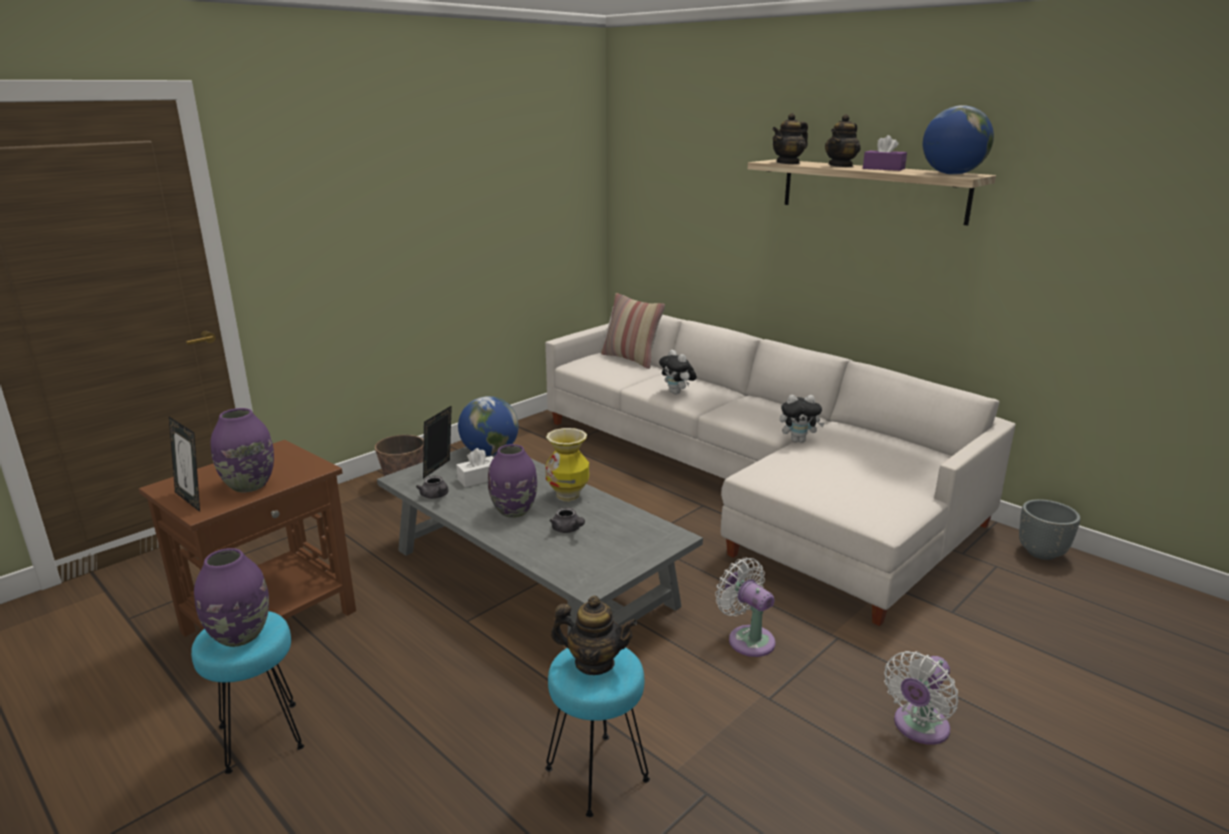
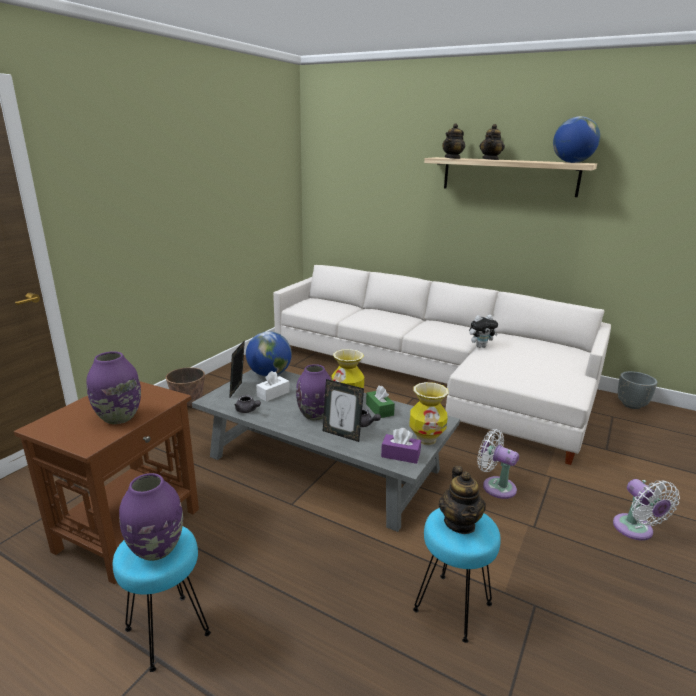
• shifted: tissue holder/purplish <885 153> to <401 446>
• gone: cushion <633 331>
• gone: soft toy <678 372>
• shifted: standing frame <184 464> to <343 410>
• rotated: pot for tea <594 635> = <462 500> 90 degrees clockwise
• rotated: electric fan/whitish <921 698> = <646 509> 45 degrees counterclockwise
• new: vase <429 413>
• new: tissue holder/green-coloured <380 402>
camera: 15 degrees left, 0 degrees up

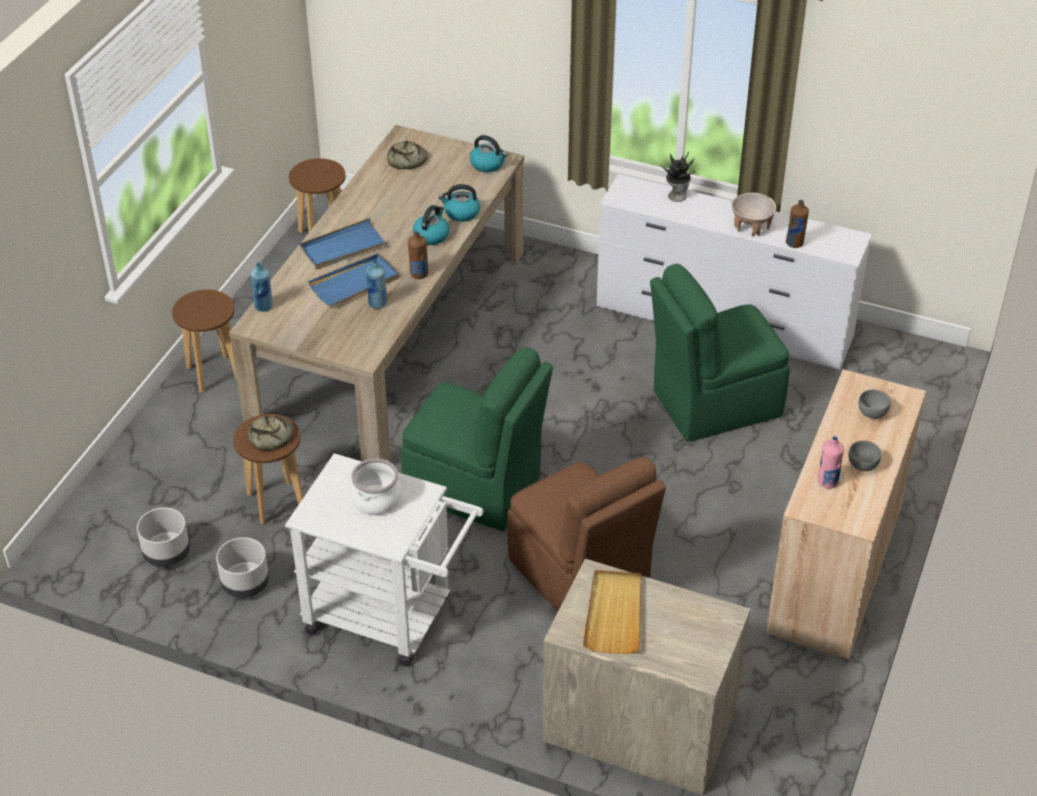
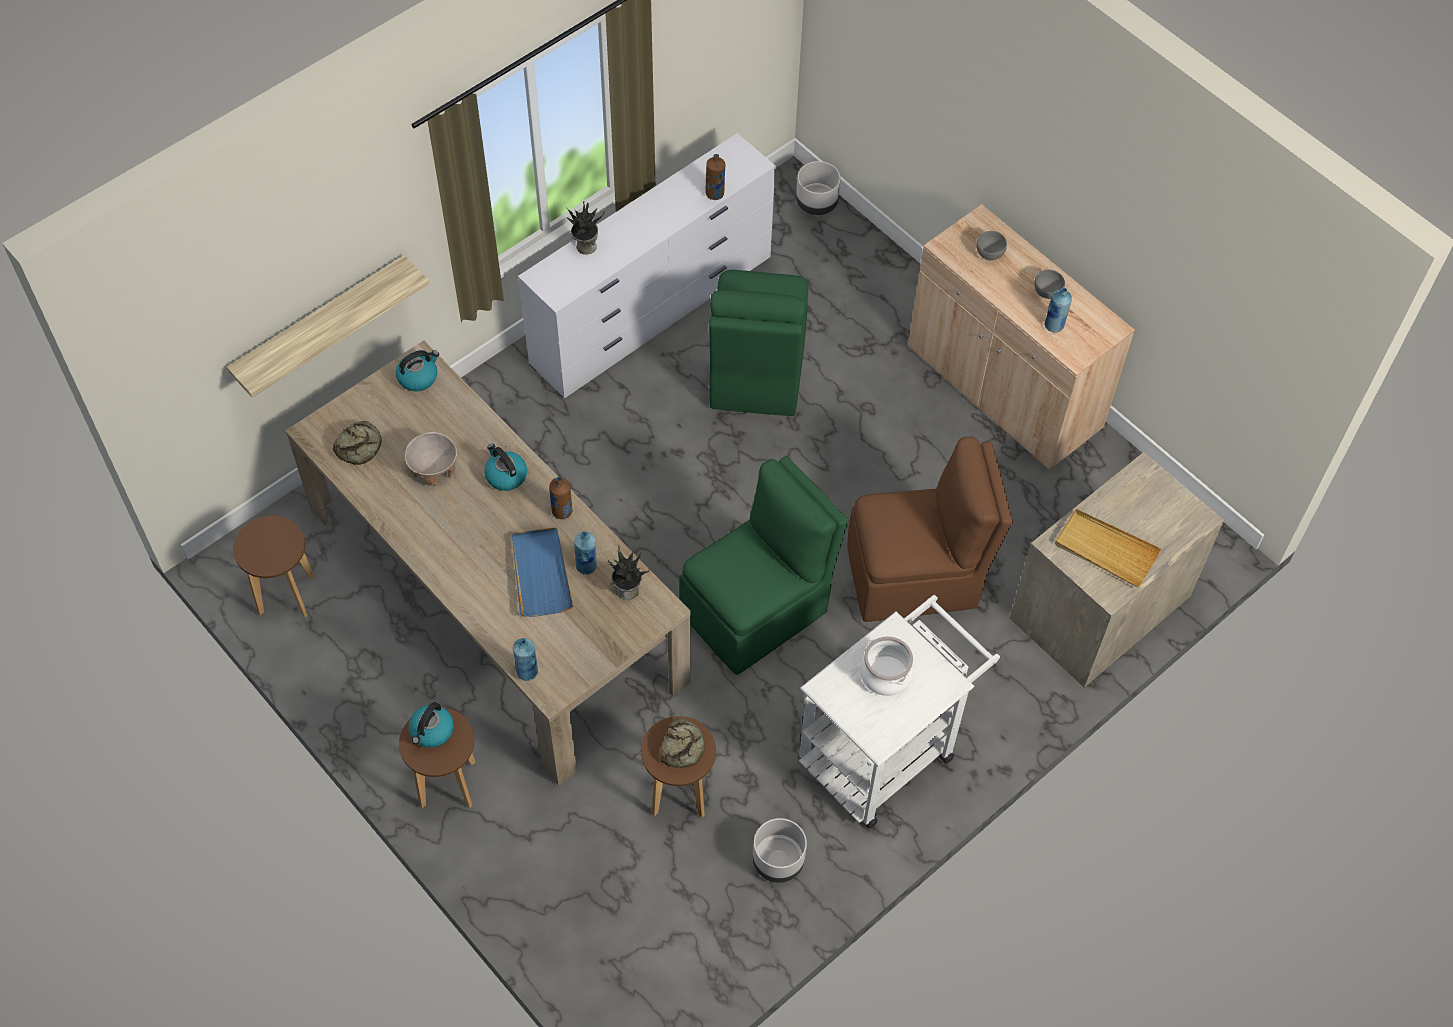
• shifted: tea kettle <459 203> to <431 725>
• shifted: serving bowl/sand-coloured <753 214> to <431 459>
• gone: tray/blue-coloured <344 243>
• repainted: beverage bottle/pink-coloured <831 462> to beverage bottle/blue-coloured <1058 310>
• shifted: planter/greyish <163 537> to <818 188>
• new: bracket shelf <328 326>
• new: plant in a pot <629 572>
camera: 65 degrees left, 15 degrees up

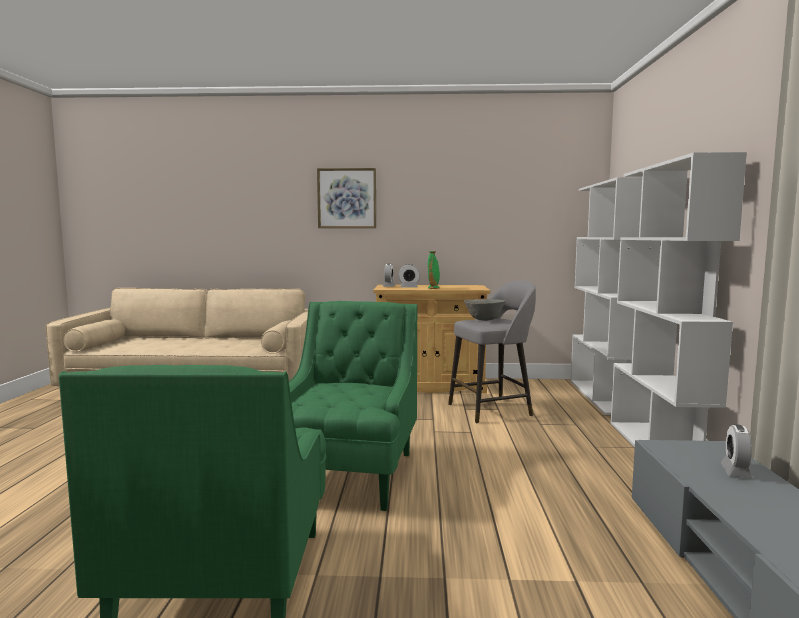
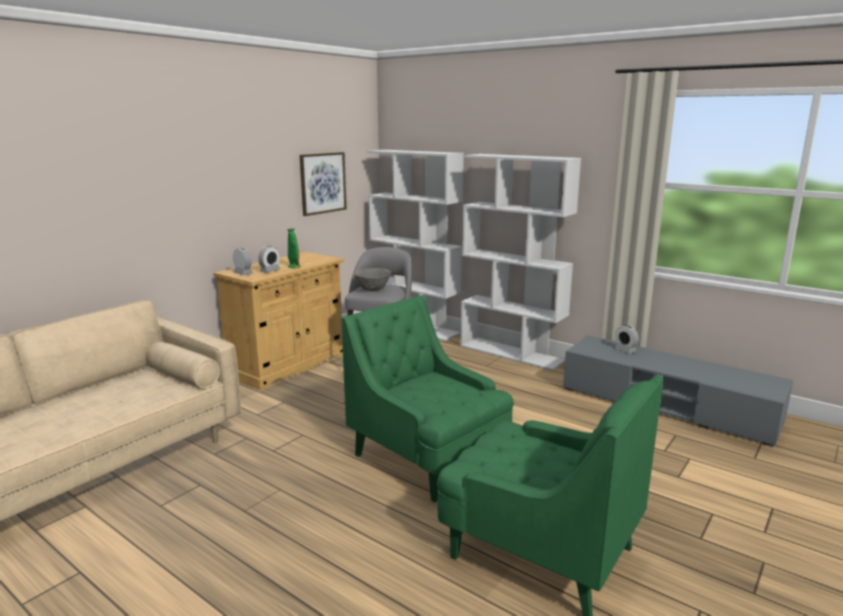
• shifted: wall art <346 198> to <323 184>
camera: 55 degrees left, 10 degrees up

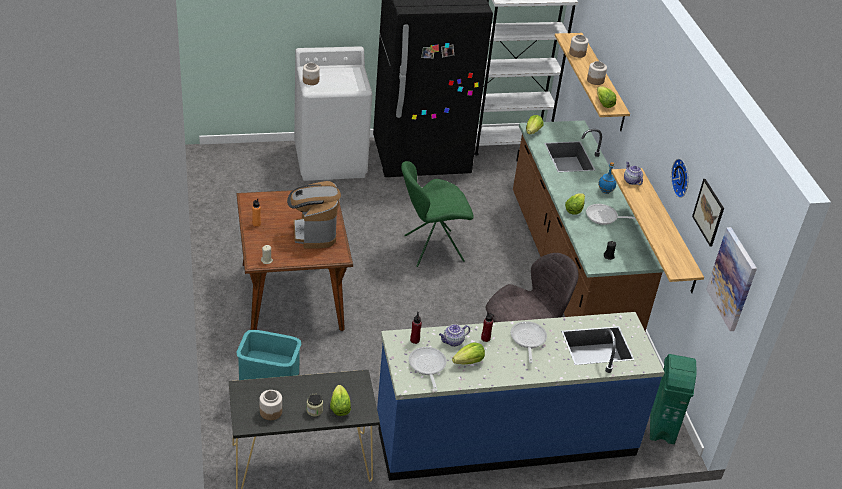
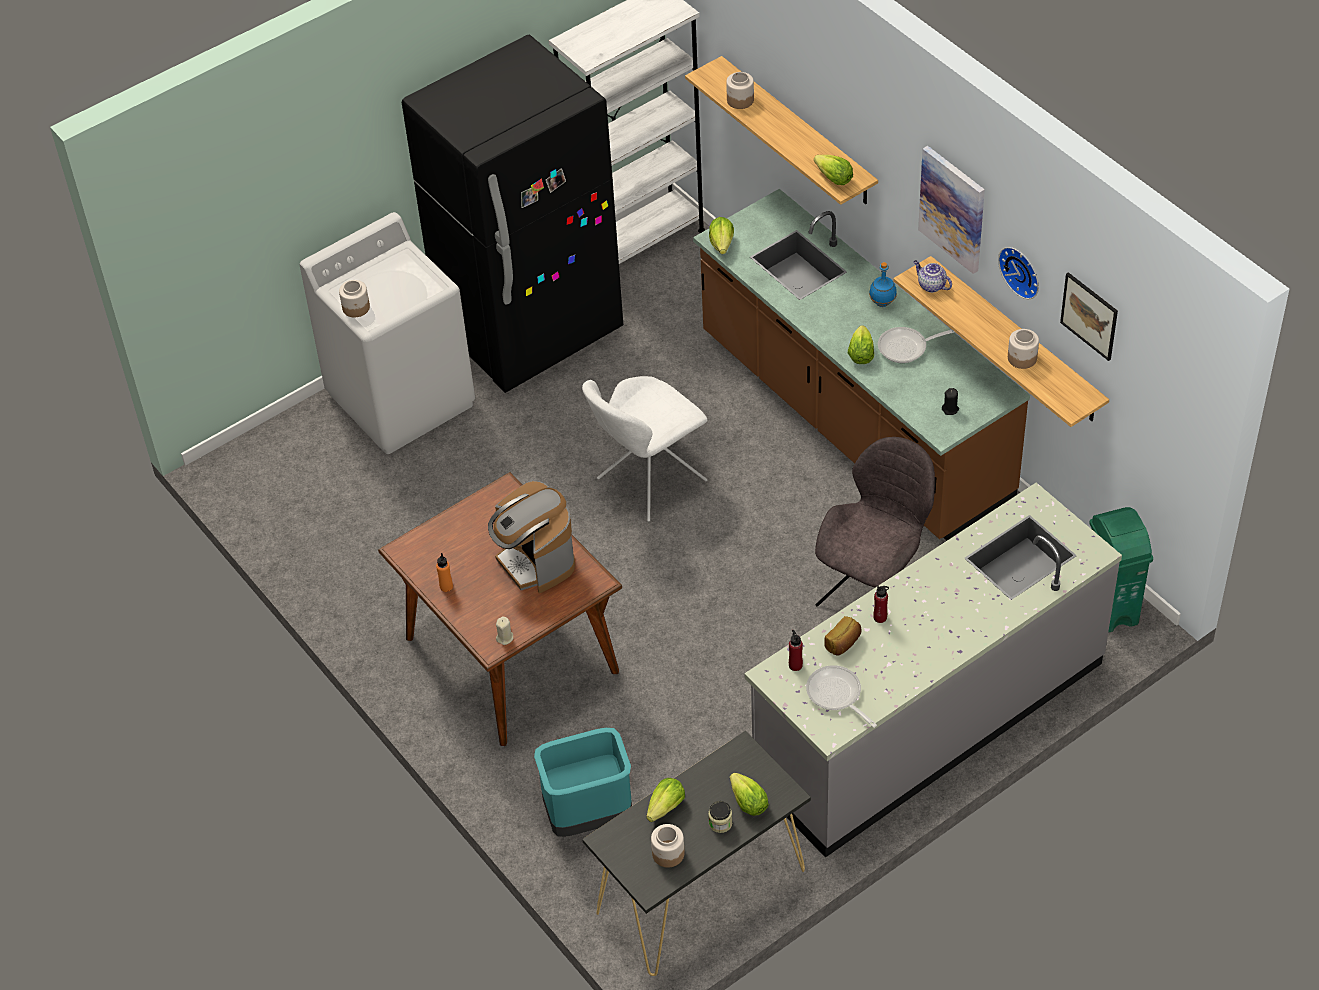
• shifted: jar <597 73> to <1023 349>
• repainted: upright chair/green-coloured <437 214> to upright chair/whitish <644 449>
• shifted: wall art <731 279> to <951 210>
• repainted: counter/blue-coloured <521 396> to counter/greyish <933 670>
• gone: frying pan <529 342>
• swapped: pot for tea <454 335> to baked bread <843 636>
• shifted: lettuce <468 353> to <665 800>
camera: 20 degrees left, 10 degrees up

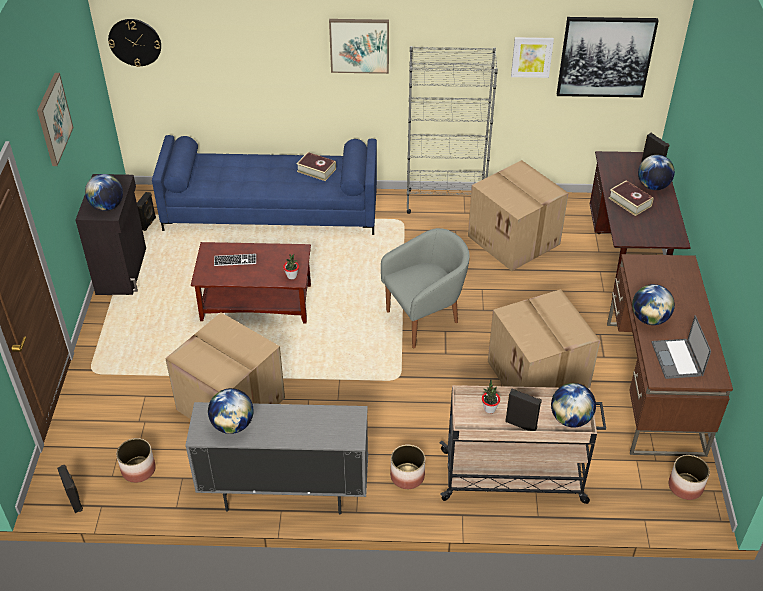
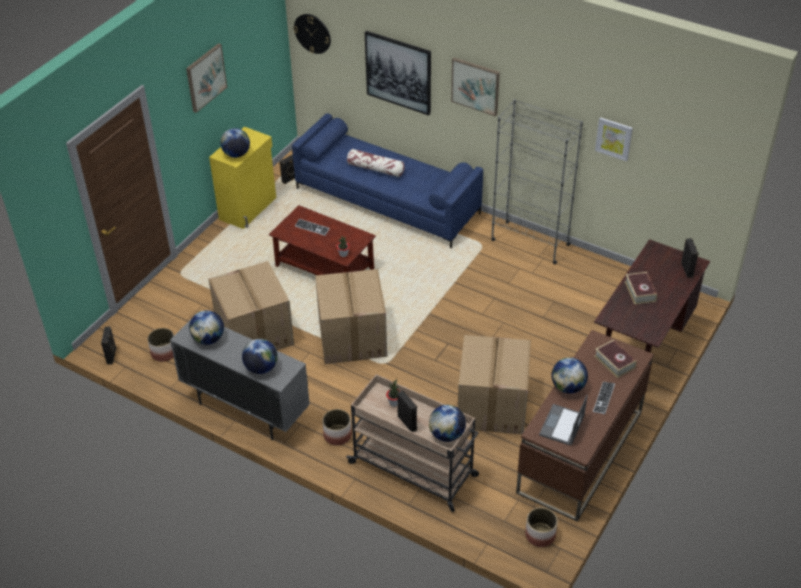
• shifted: wall art <608 57> to <398 73>
• shifted: bound book <316 166> to <615 359>
• shifted: desk globe <656 172> to <260 356>
• shifted: carton <518 215> to <351 316>
• repainted: cabinet/blackish <110 234> to cabinet/yellow <242 178>
• gone: easy chair/greyish <425 288>
• new: cushion <376 163>
• new: computer keyboard <604 398>
camera: 30 degrees right, 0 degrees up

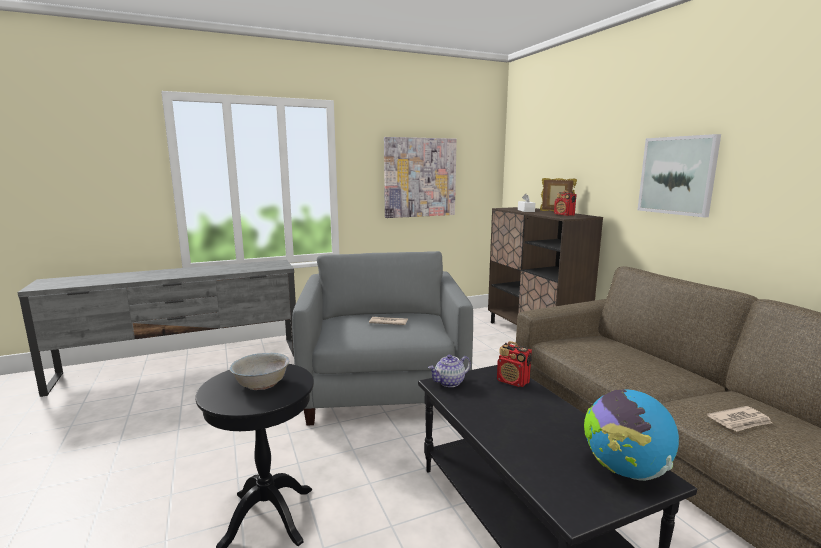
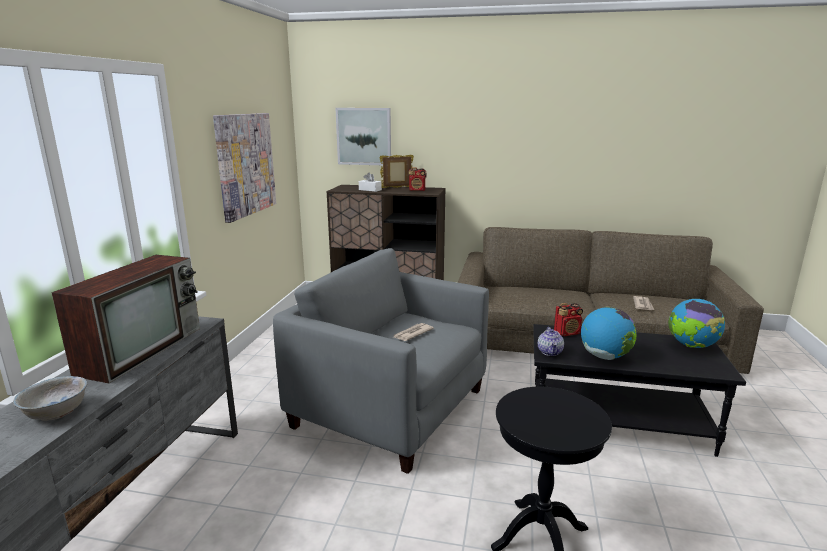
• shifted: wall art <679 176> to <363 136>
• shifted: serving bowl/whitish <259 371> to <50 398>
• new: TV set <125 319>
• new: desk globe <609 333>
camera: 55 degrees left, 5 degrees up

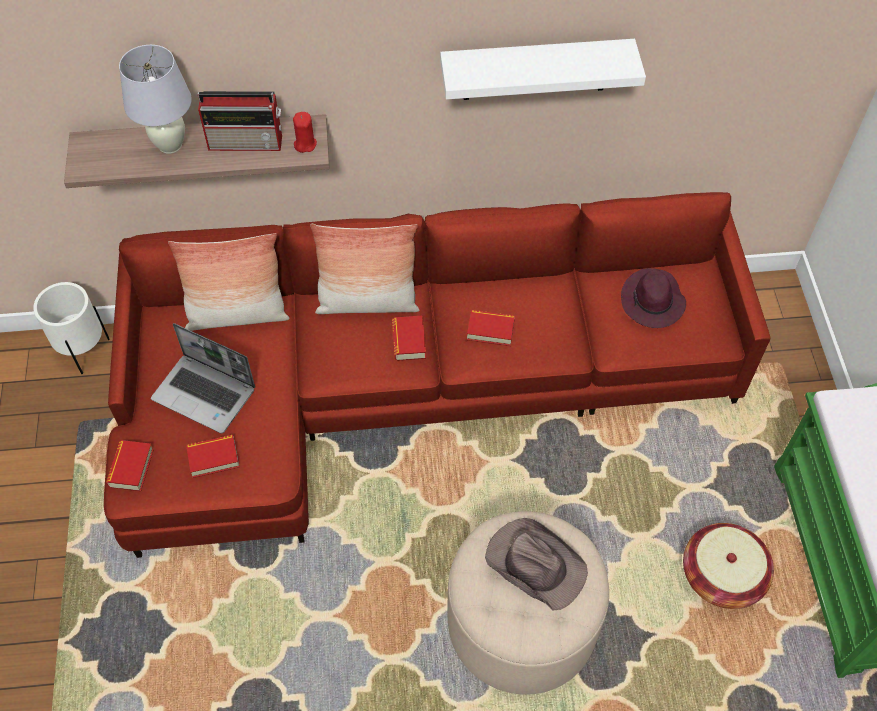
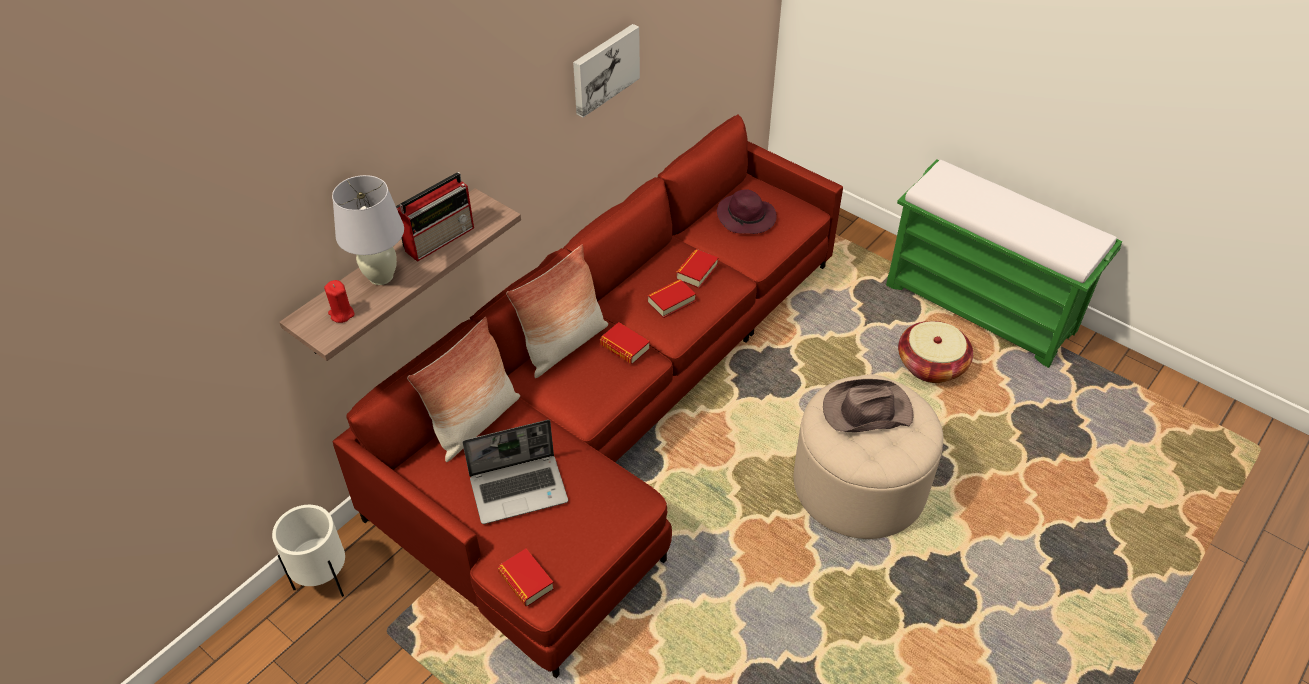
• swapped: bracket shelf/whitish <543 69> to wall art <606 71>
• shifted: wax light/red-coloured <305 132> to <339 301>
• shifted: bound book <213 456> to <697 268>
camera: 45 degrees left, 10 degrees down

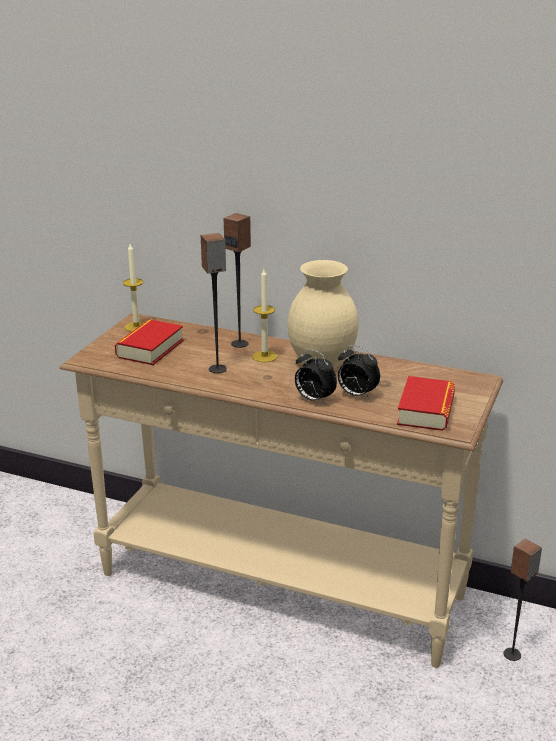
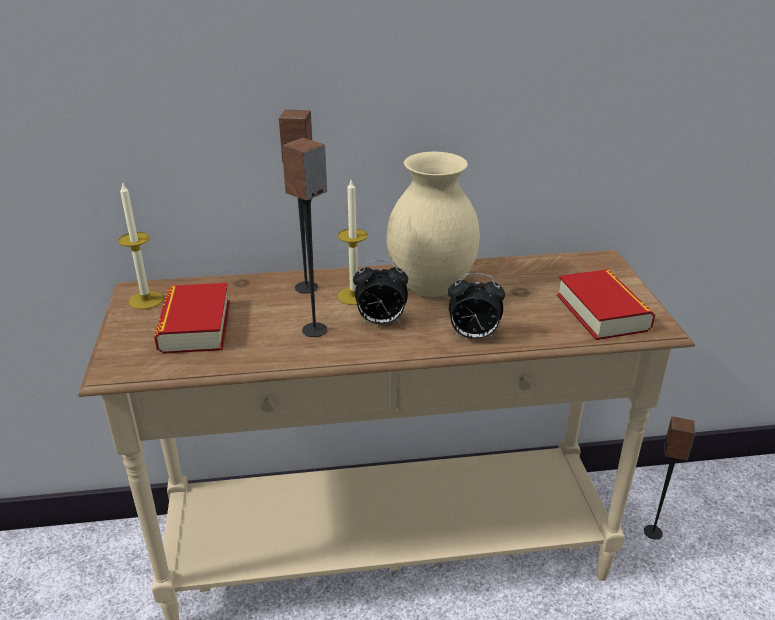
• shifted: alarm clock <359 372> to <380 292>
camera: 30 degrees left, 5 degrees up

